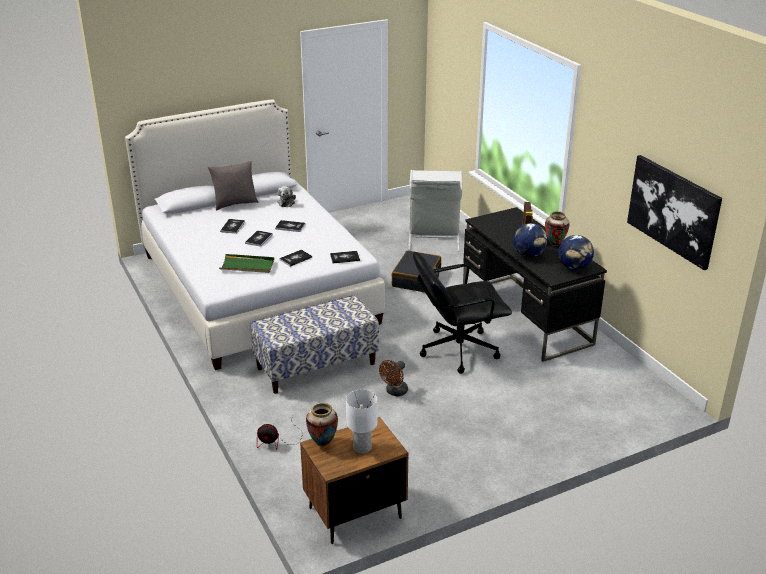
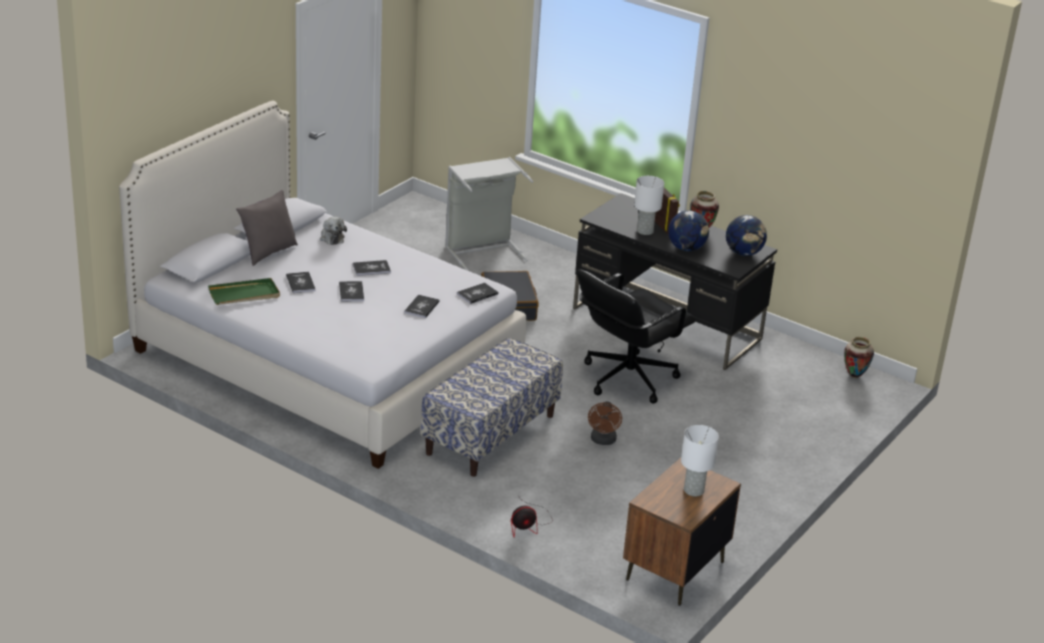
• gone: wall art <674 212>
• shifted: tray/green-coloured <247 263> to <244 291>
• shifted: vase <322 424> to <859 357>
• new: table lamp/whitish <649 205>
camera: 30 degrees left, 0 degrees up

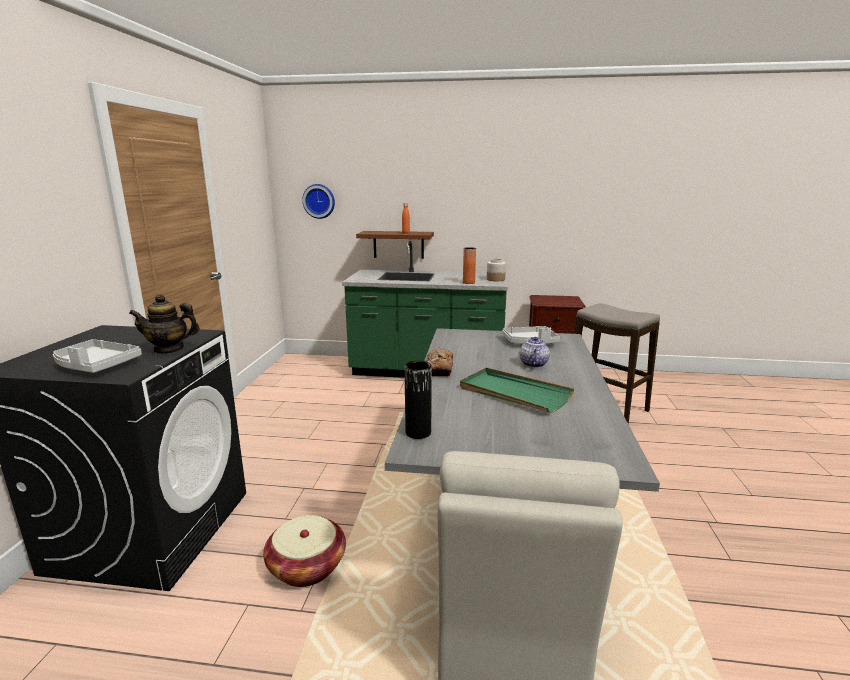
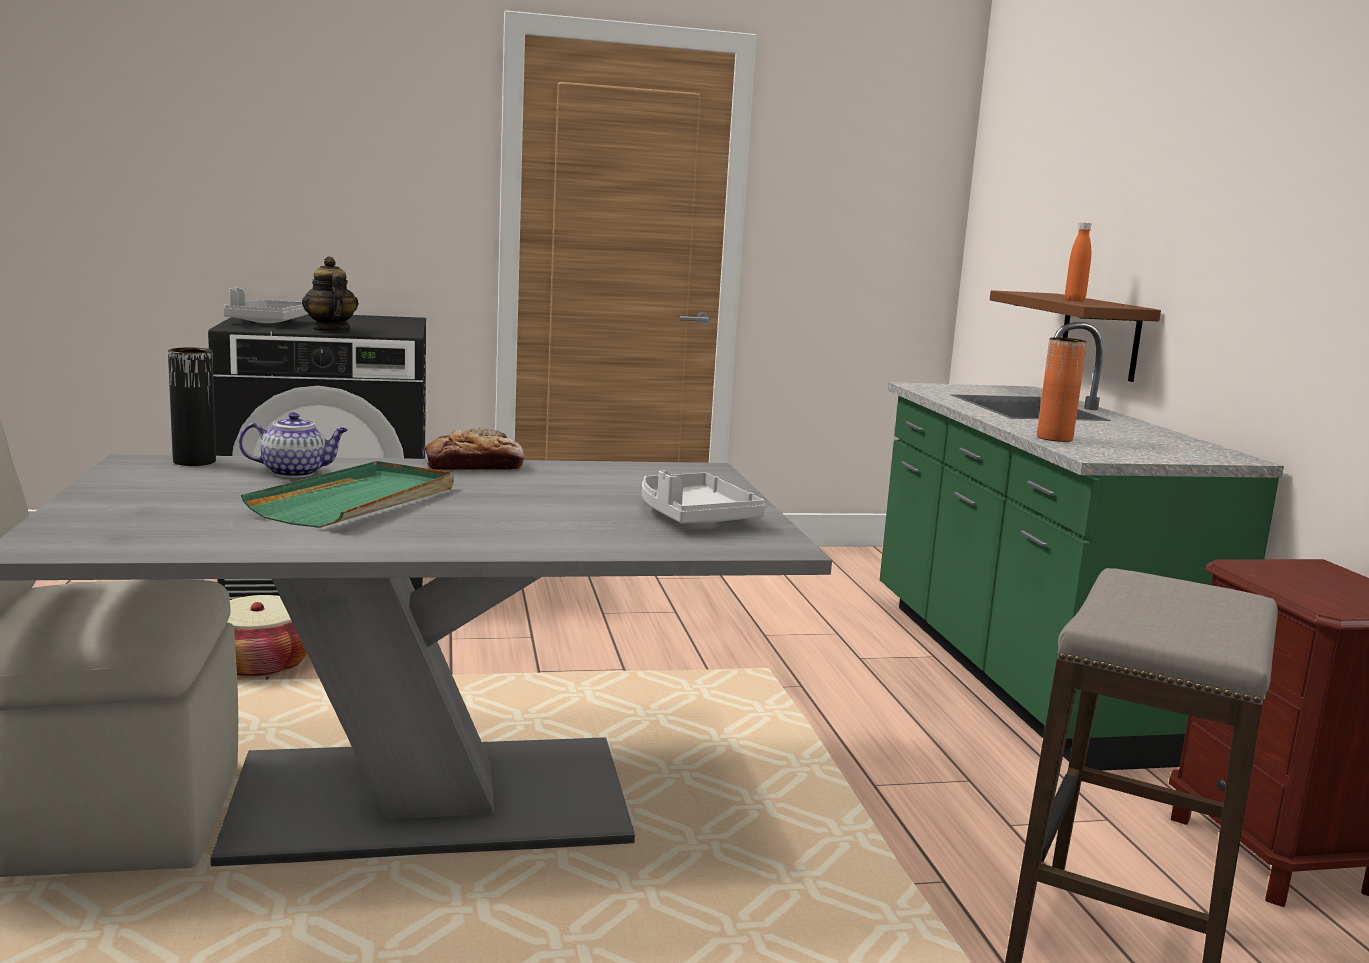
• gone: wall clock <318 201>
• gone: jar <496 270>
• shifted: pot for tea <534 352> to <293 445>
camera: 70 degrees right, 5 degrees down

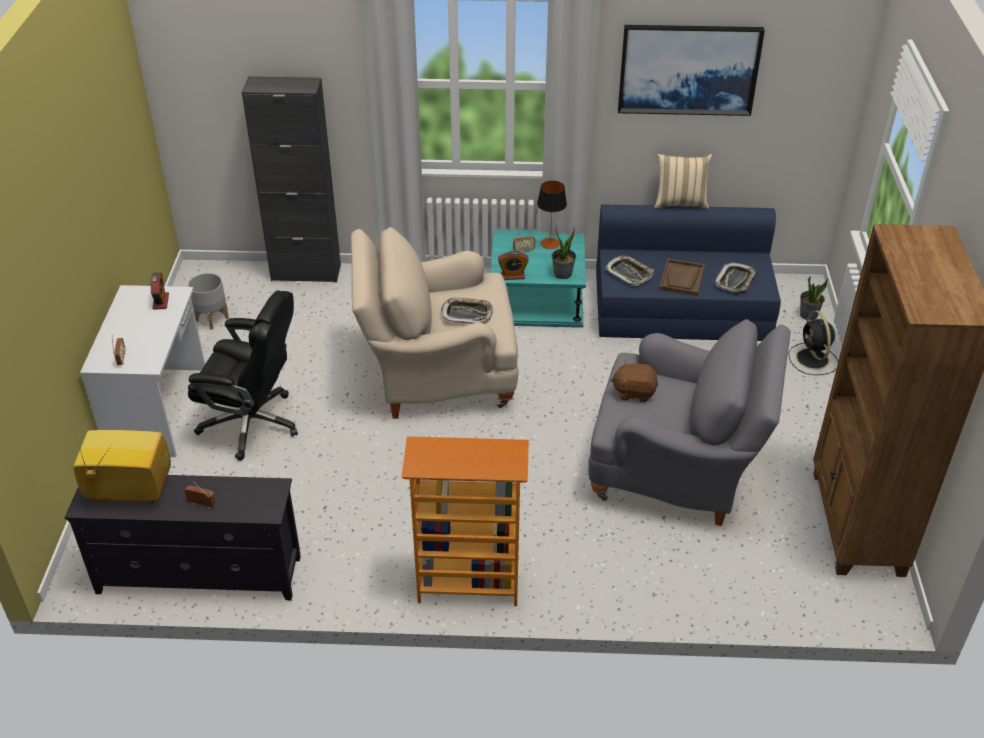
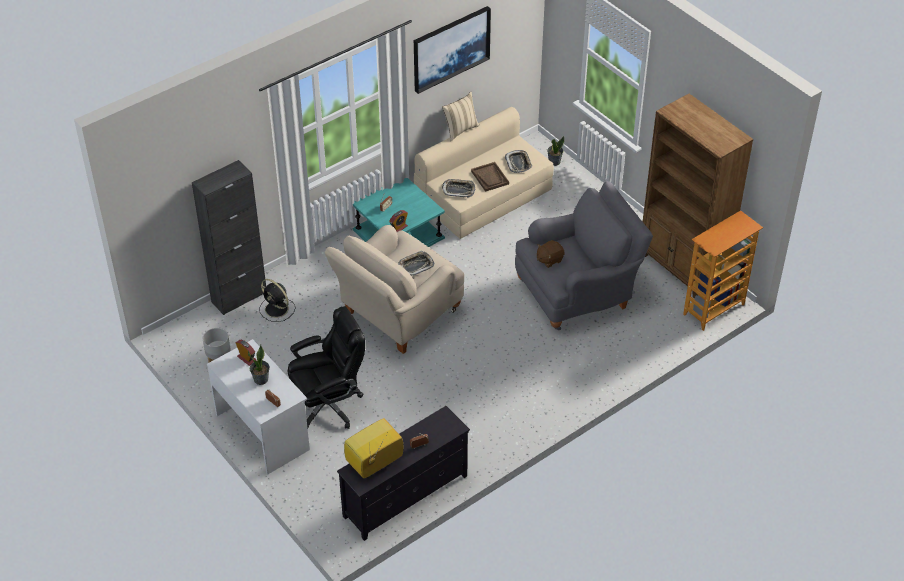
• gone: table lamp <552 215>
• repainted: settee/blue-coloured <688 273> to settee/sand-coloured <484 173>
• shifted: plant in a pot <563 252> to <259 365>
• shifted: electric fan/blackish <813 342> to <277 300>
• shifted: bookshelf <465 521> to <723 270>
camera: 40 degrees left, 5 degrees up

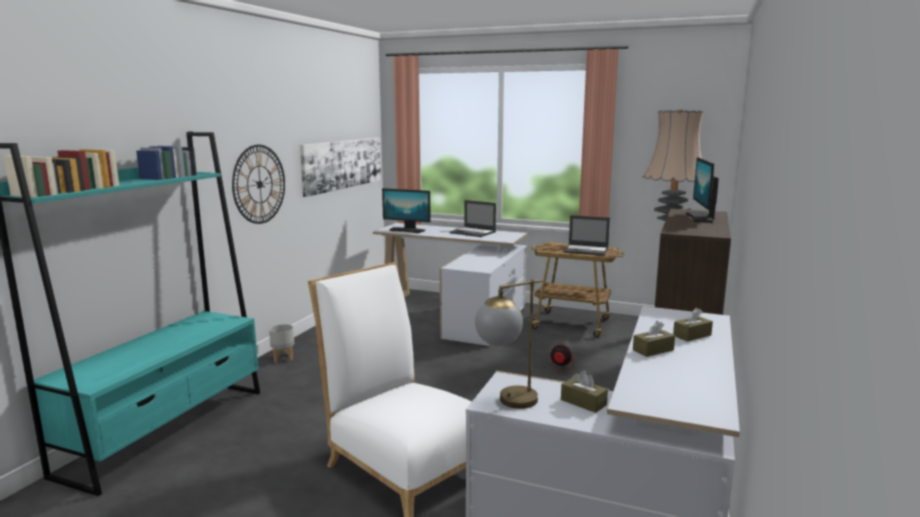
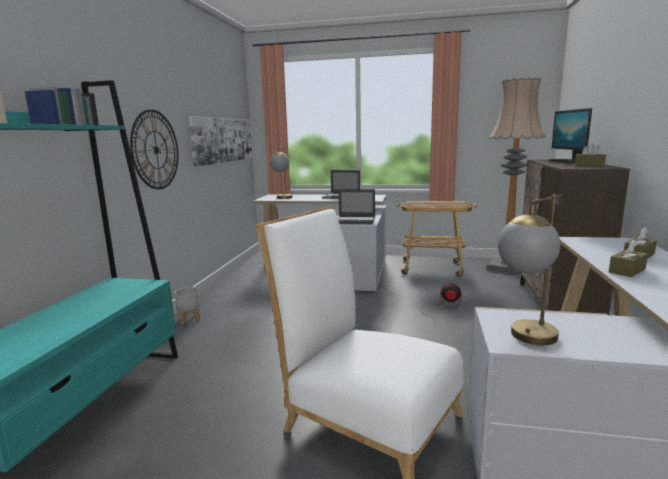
• swapped: monitor <406 210> to table lamp <281 172>
• shifted: portable computer <587 235> to <356 206>
• shifted: tissue holder/brownish <584 392> to <590 155>
camera: 10 degrees left, 0 degrees up

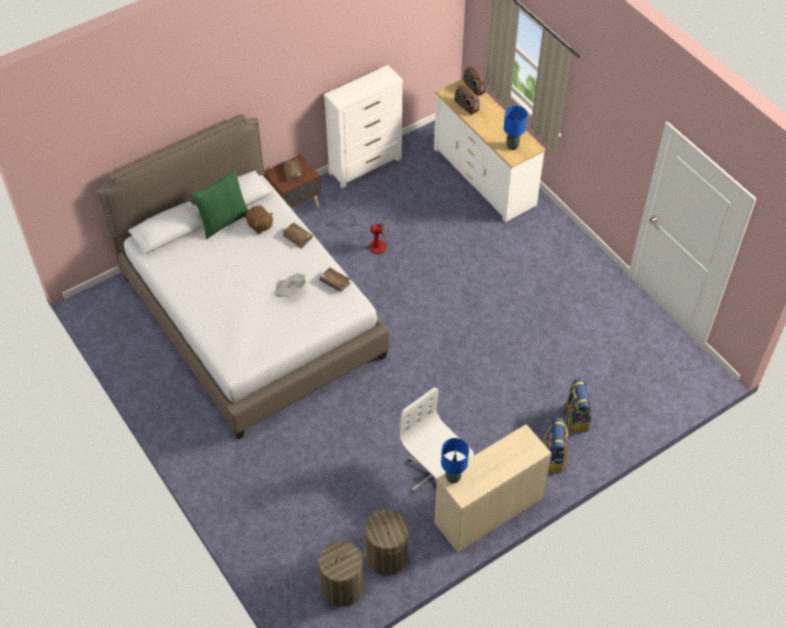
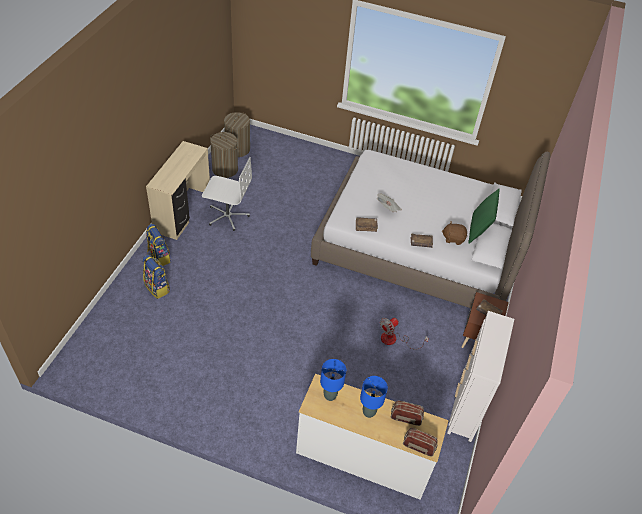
• shifted: table lamp/blue-coloured <455 461> to <374 397>
camera: 140 degrees right, 5 degrees down

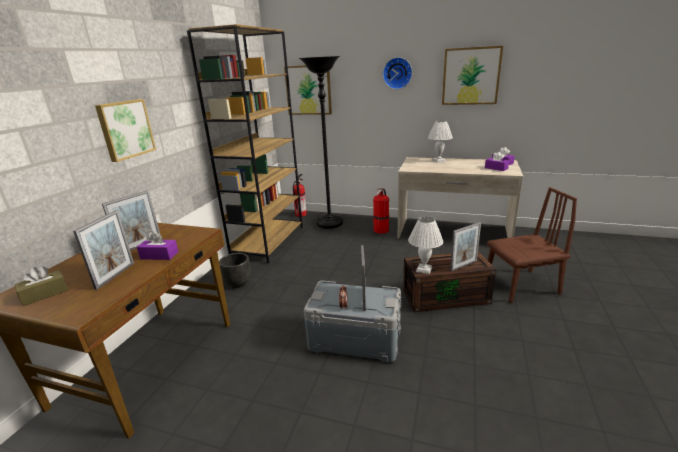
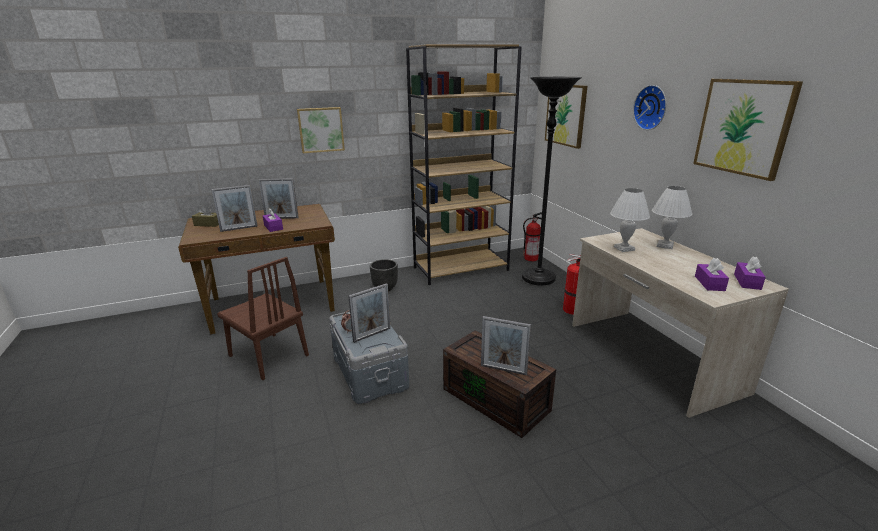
• shifted: upright chair/brownish <532 245> to <263 318>
• shifted: table lamp/whitish <425 245> to <630 220>
camera: 50 degrees right, 0 degrees up

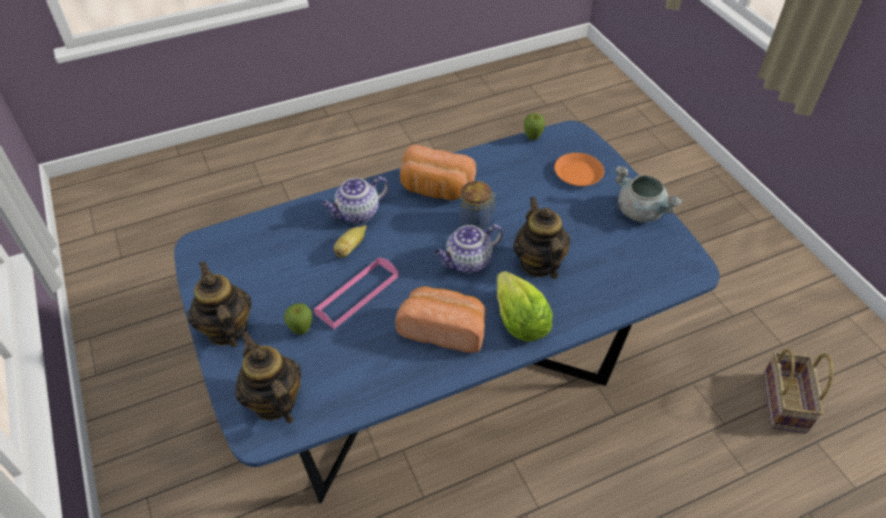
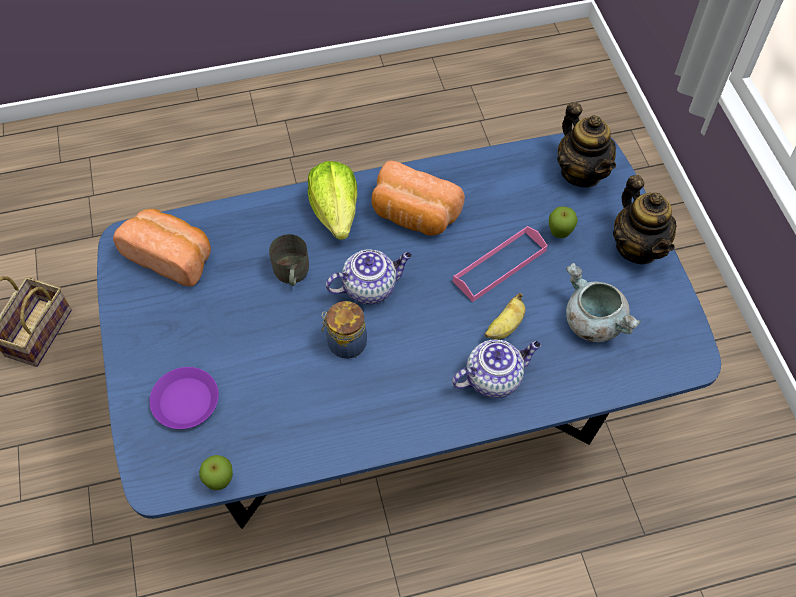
• shifted: baked bread <438 172> to <162 248>
• repainted: flat dish/orangey <579 169> to flat dish/purplish <184 398>
• shifted: stockpot/greyish <649 194> to <603 302>
• swapped: pot for tea <541 238> to mug/greyish <289 260>
camera: 170 degrees left, 10 degrees up

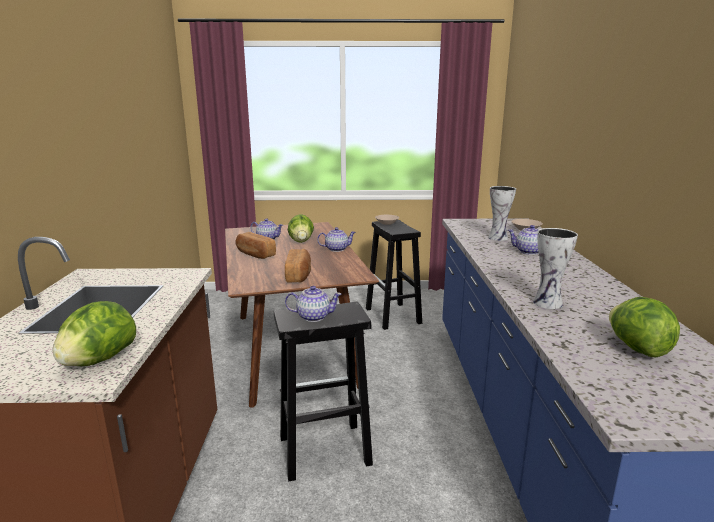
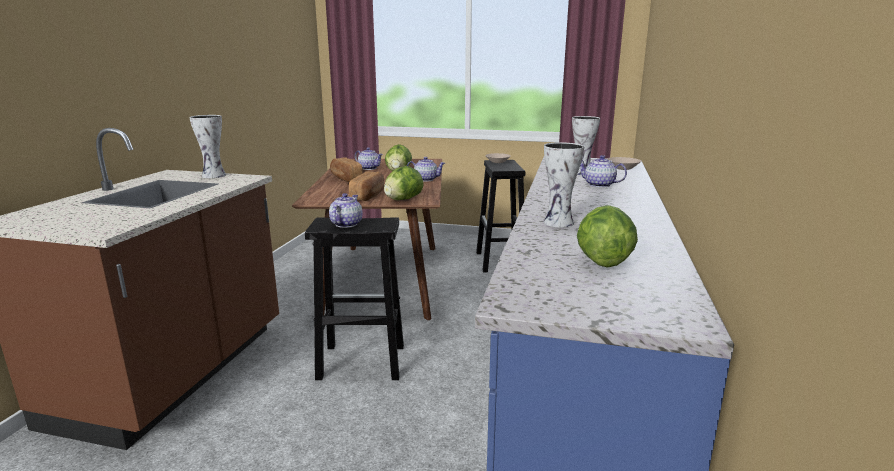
• rotated: pot for tea <313 304> = <346 210> 90 degrees counterclockwise
• shifted: lettuce <94 333> to <404 183>
• new: vase <207 146>
camera: 15 degrees right, 0 degrees up

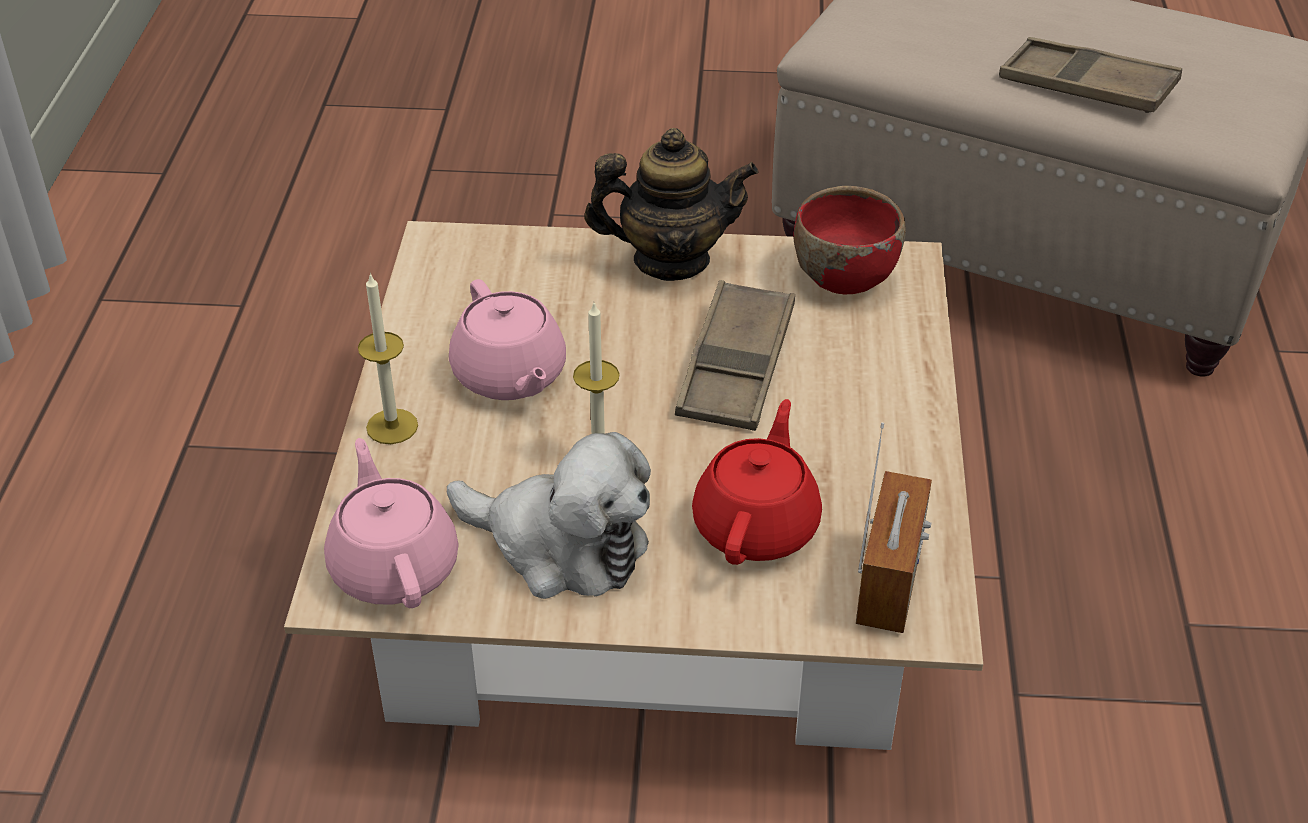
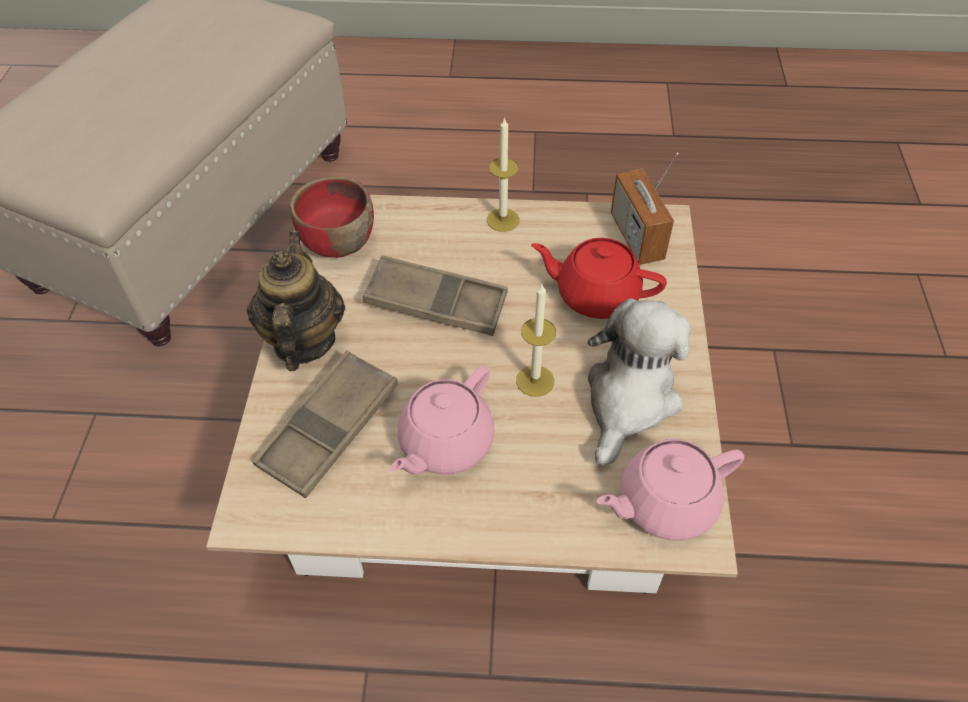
• shifted: tray/brownish <1090 75> to <325 424>
• shifted: wax light <388 358> to <503 174>
• rotated: pot for tea/pink-coloured <507 339> = <442 420> 150 degrees clockwise
• rotated: radio set <894 528> = <644 208> 120 degrees counterclockwise
camera: 90 degrees left, 10 degrees up

